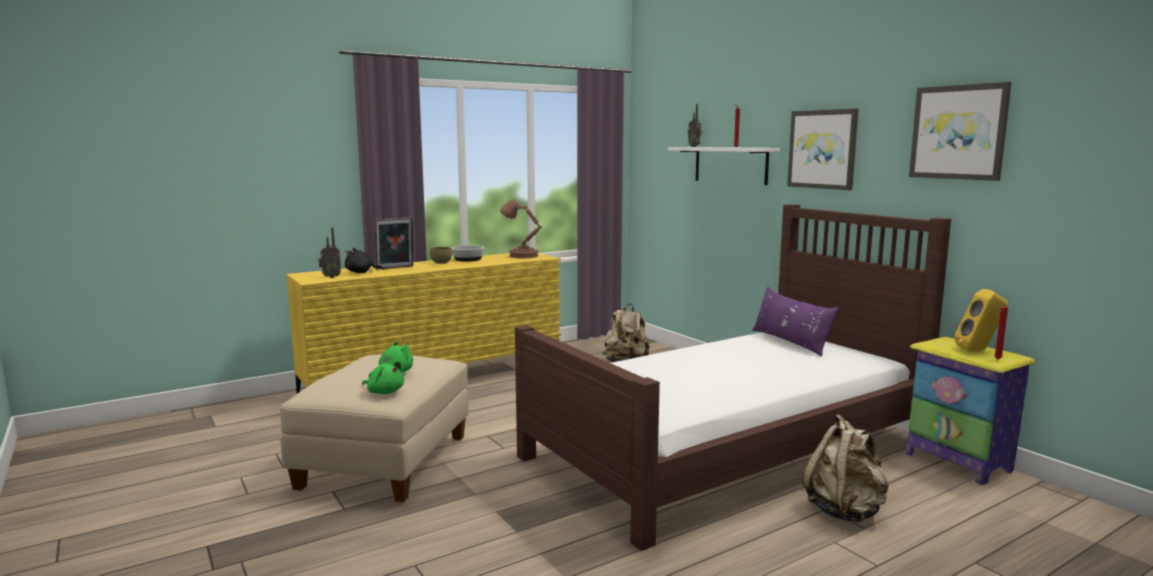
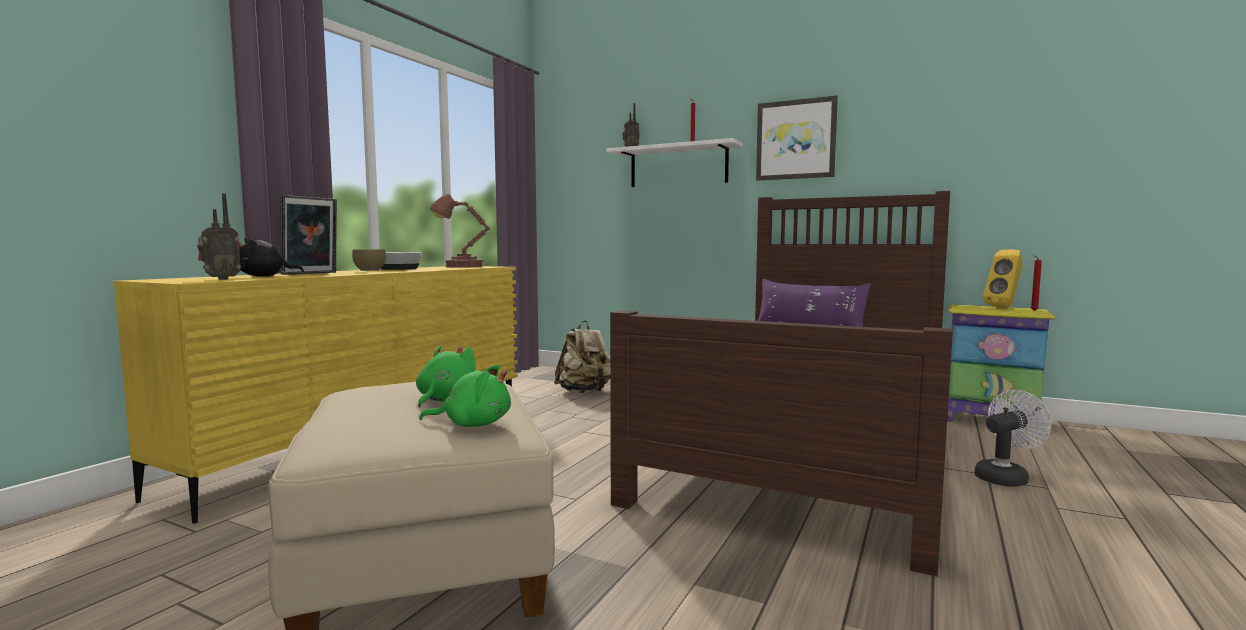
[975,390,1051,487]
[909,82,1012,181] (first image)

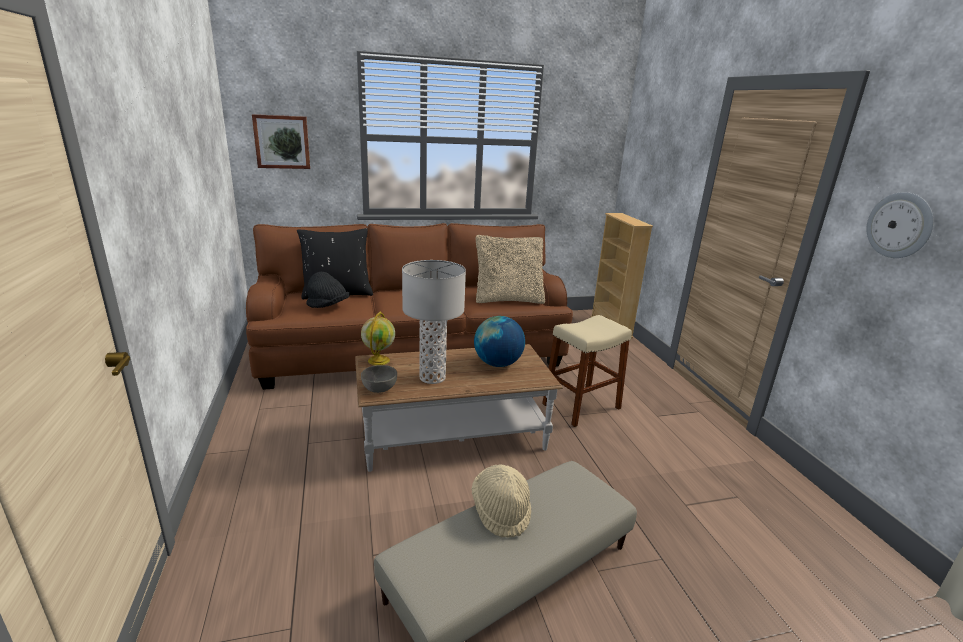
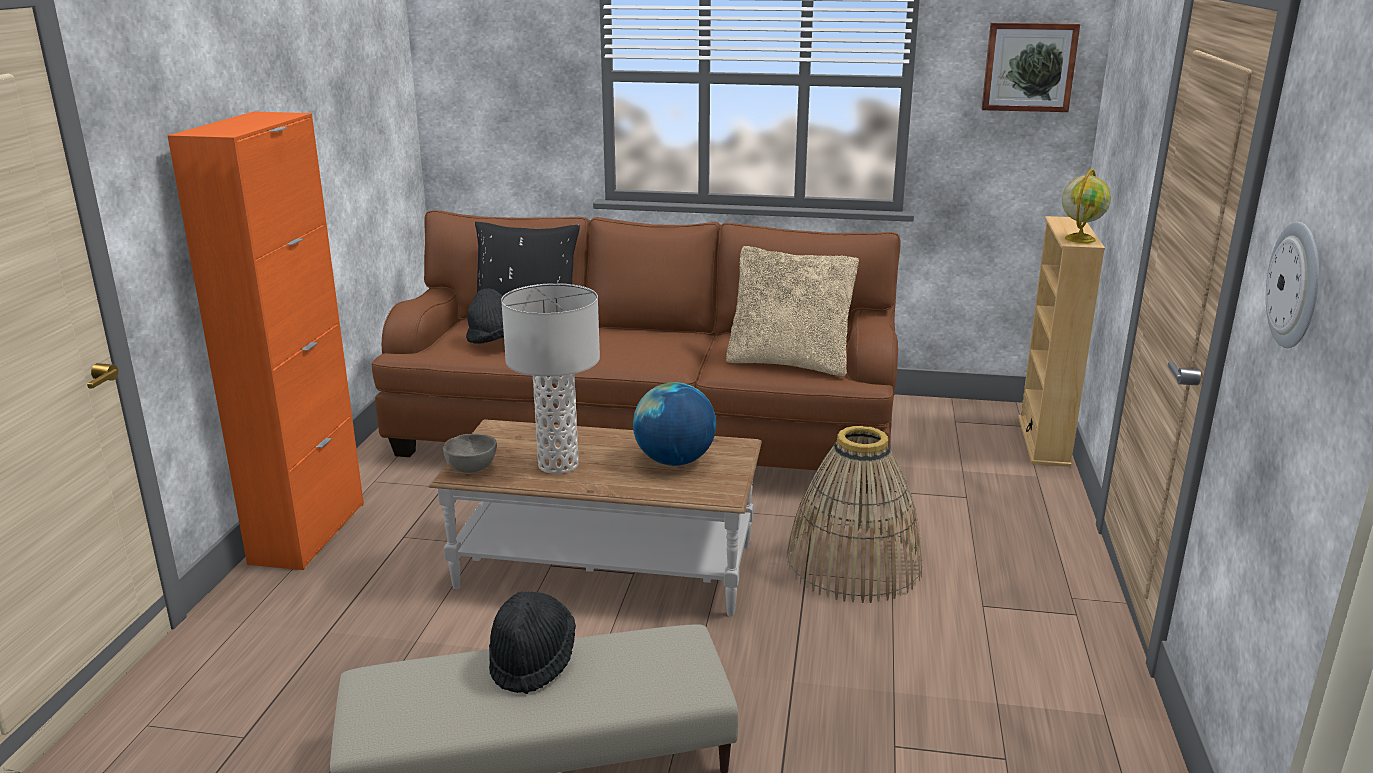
[167,112,364,570]
[489,592,576,694]
[787,426,922,603]
[982,23,1080,112]
[1062,169,1111,243]

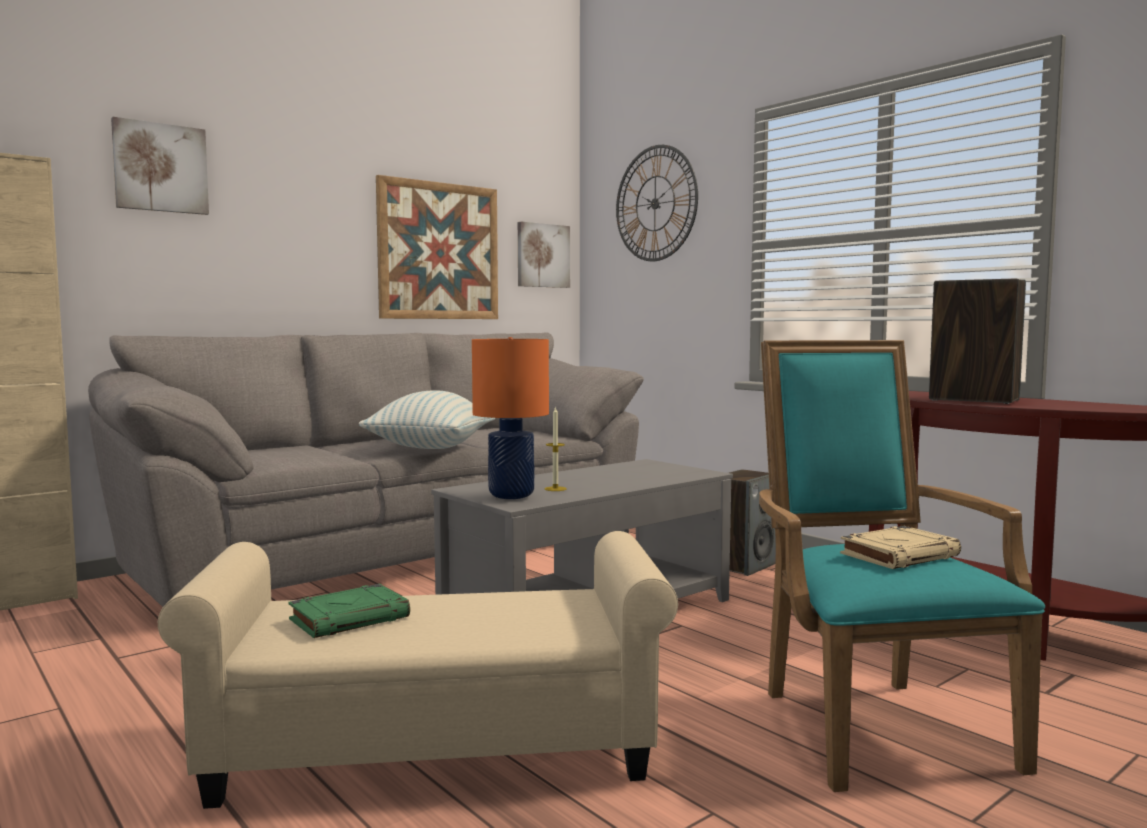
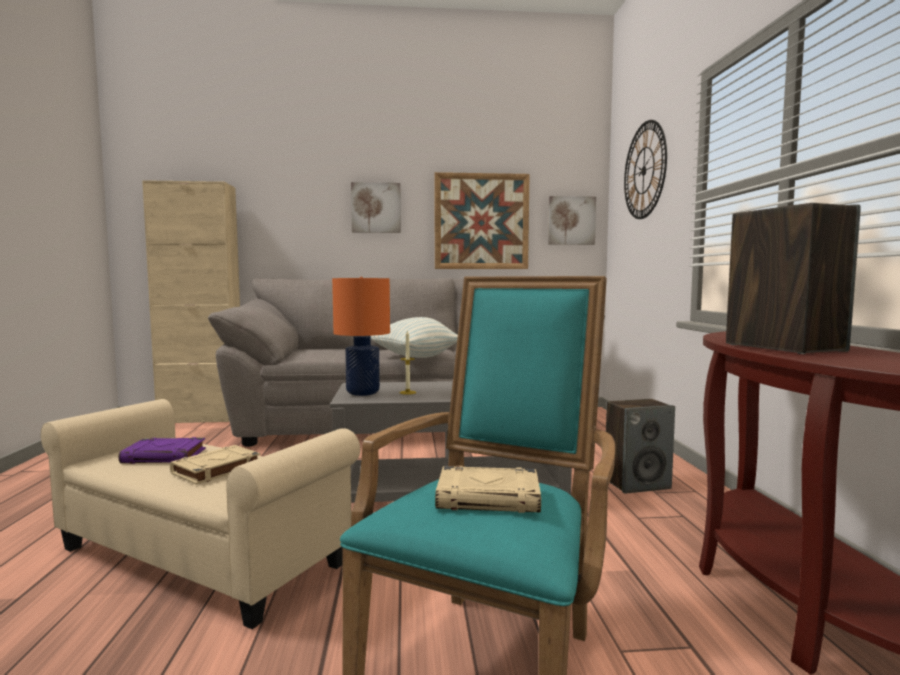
[119,437,206,464]
[170,445,260,485]
[351,182,401,233]

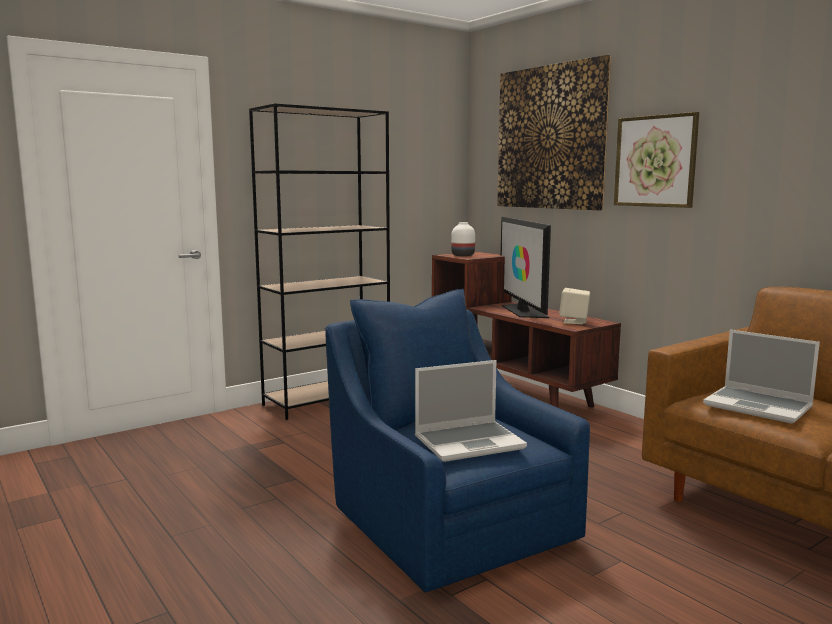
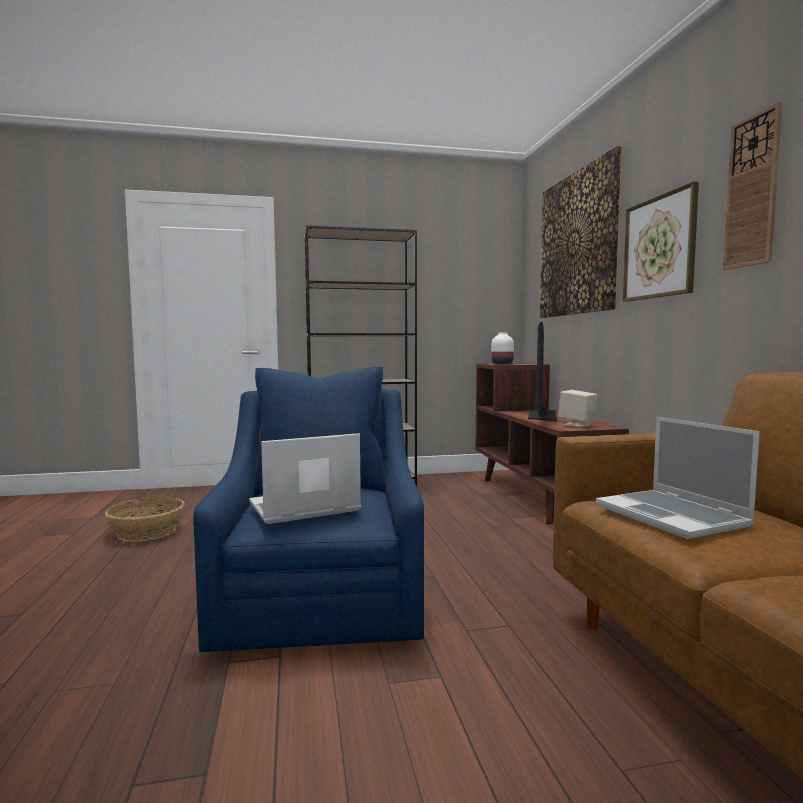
[105,497,185,542]
[249,433,361,524]
[723,102,782,270]

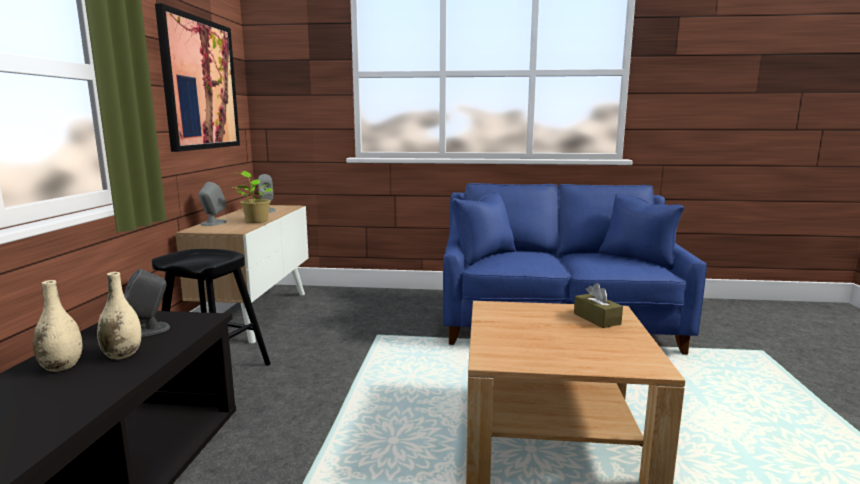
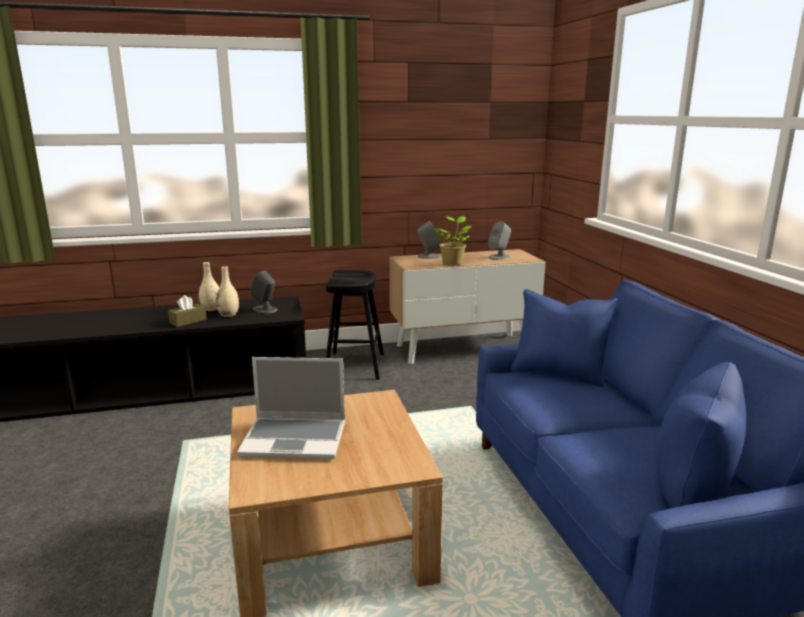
[168,295,207,327]
[237,357,345,460]
[155,3,240,152] (first image)

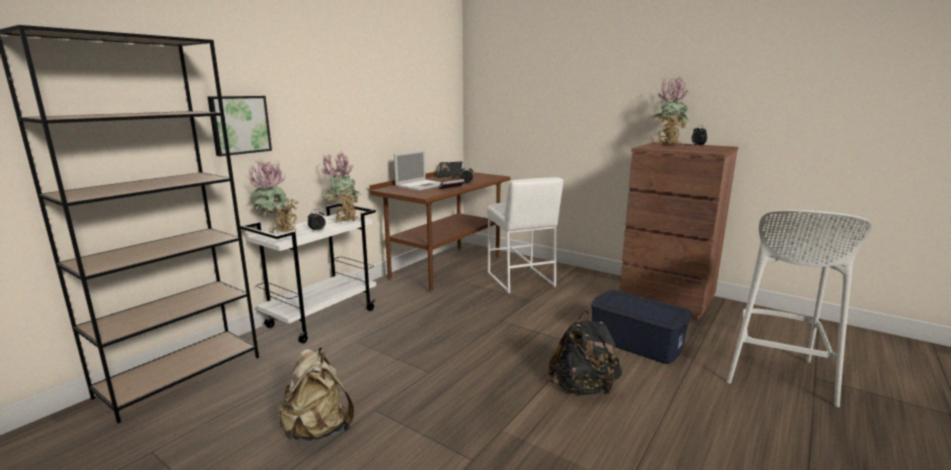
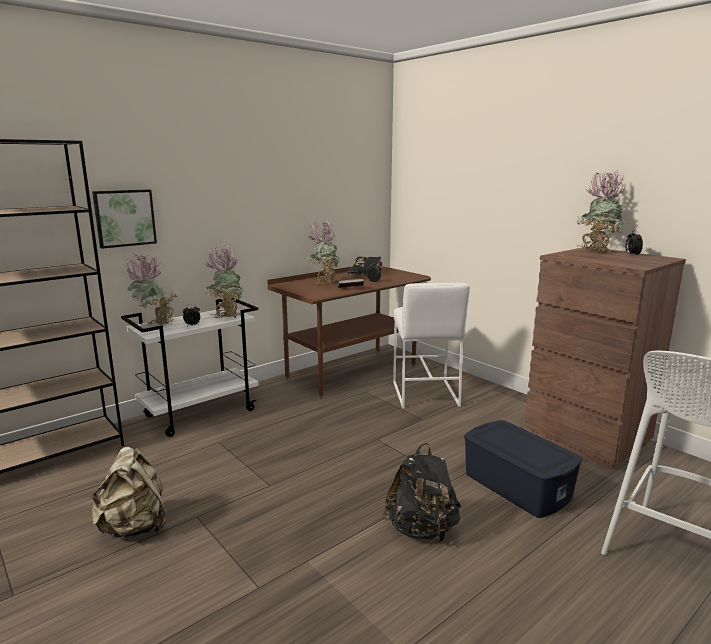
[307,219,341,284]

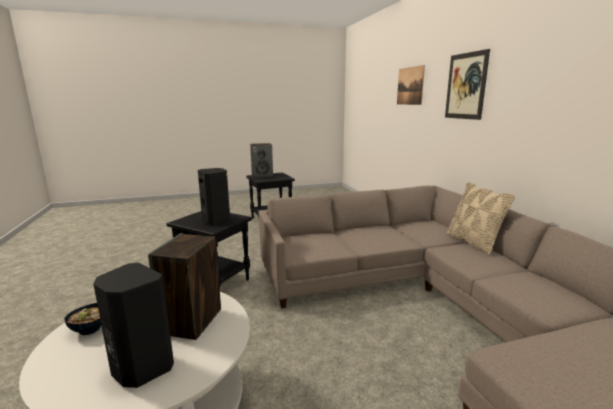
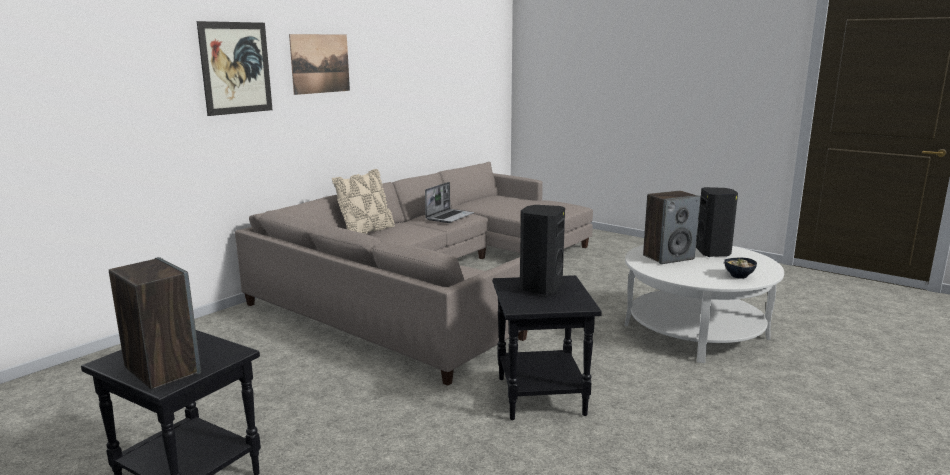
[289,34,350,95]
[425,182,474,223]

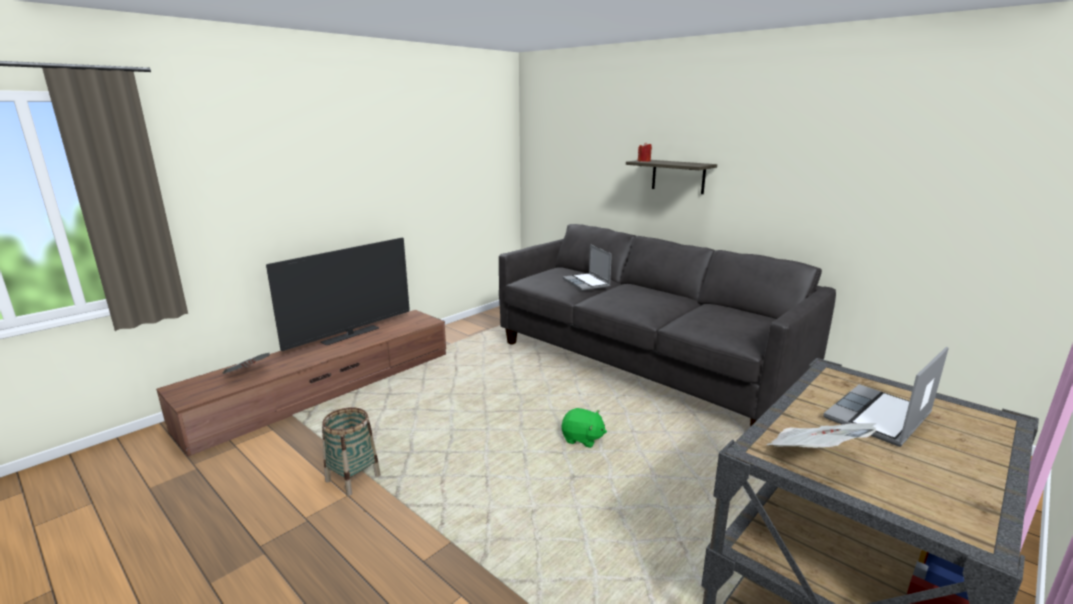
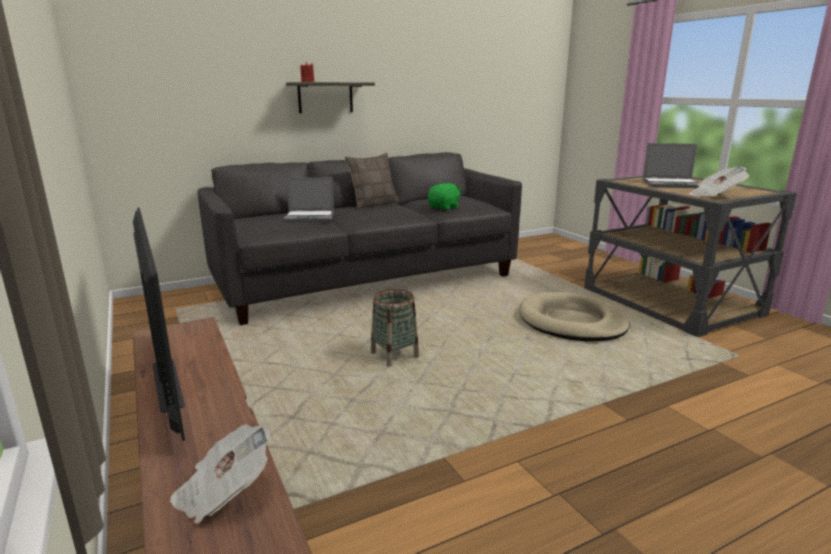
[345,152,399,209]
[371,289,419,367]
[428,183,462,210]
[519,292,630,341]
[642,143,700,188]

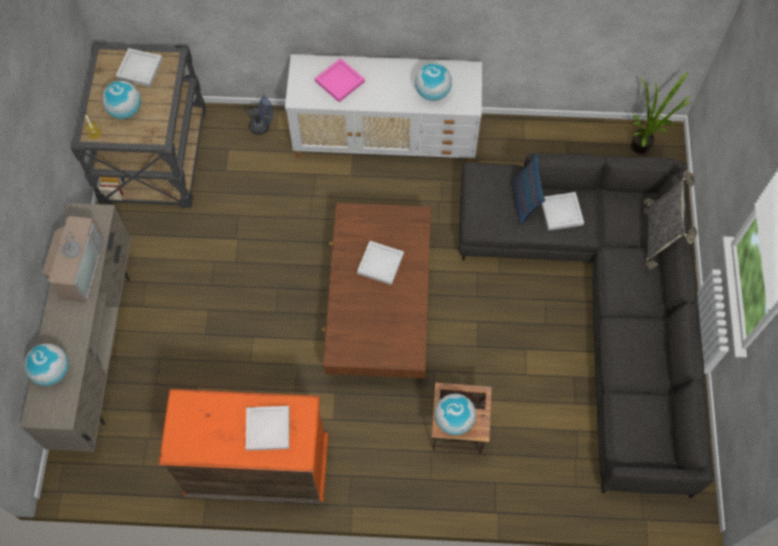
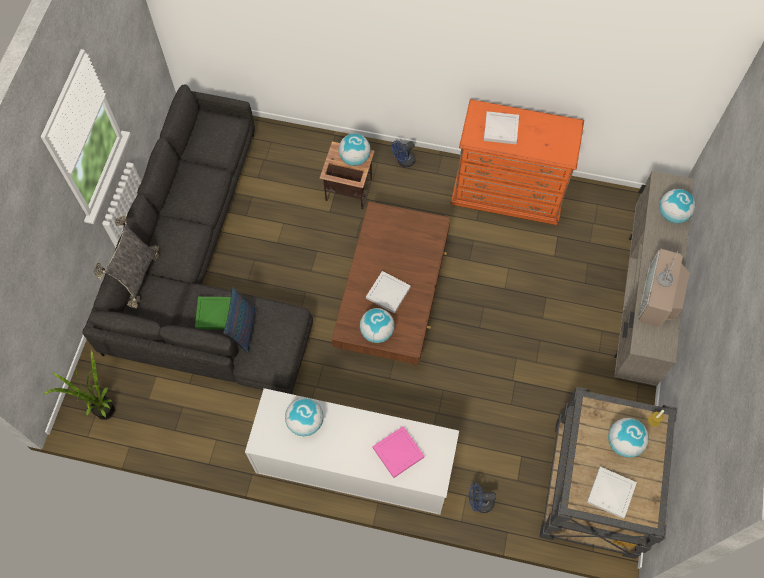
[195,297,231,329]
[360,308,395,343]
[391,141,416,168]

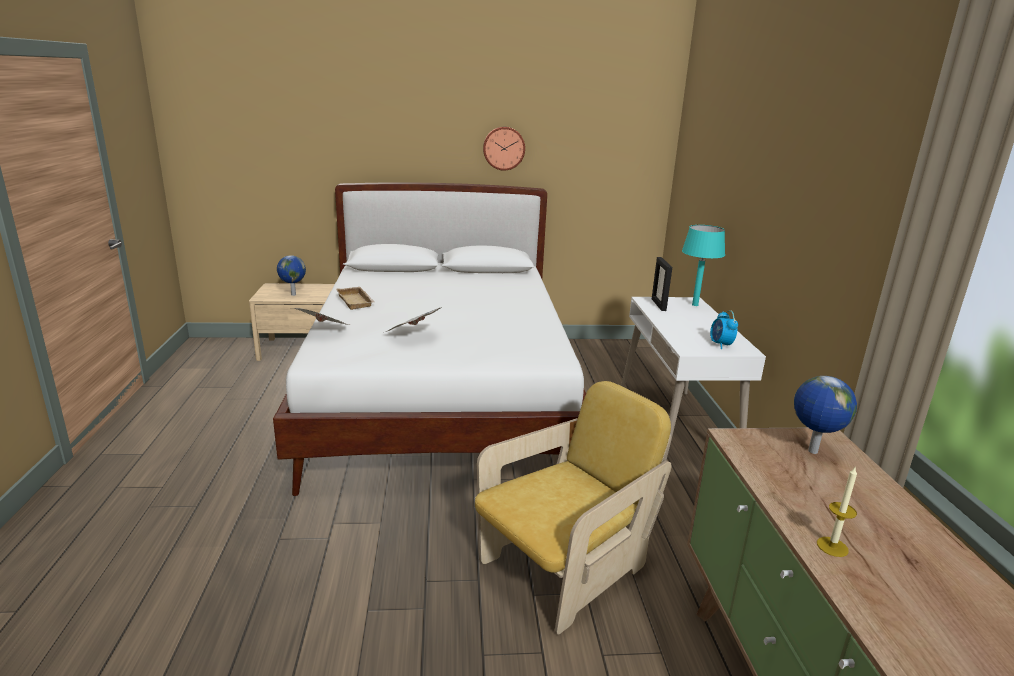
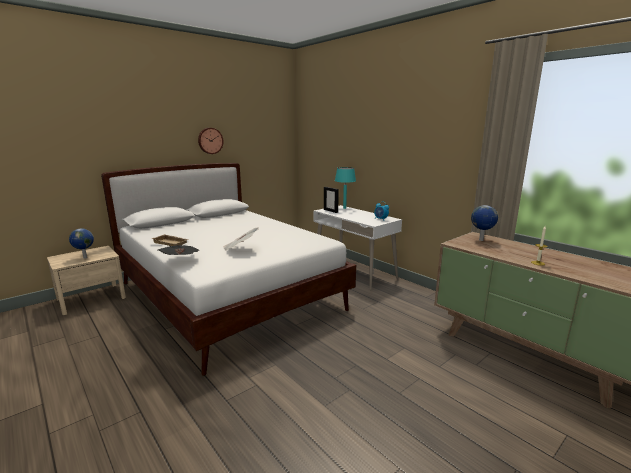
[475,381,672,635] (first image)

